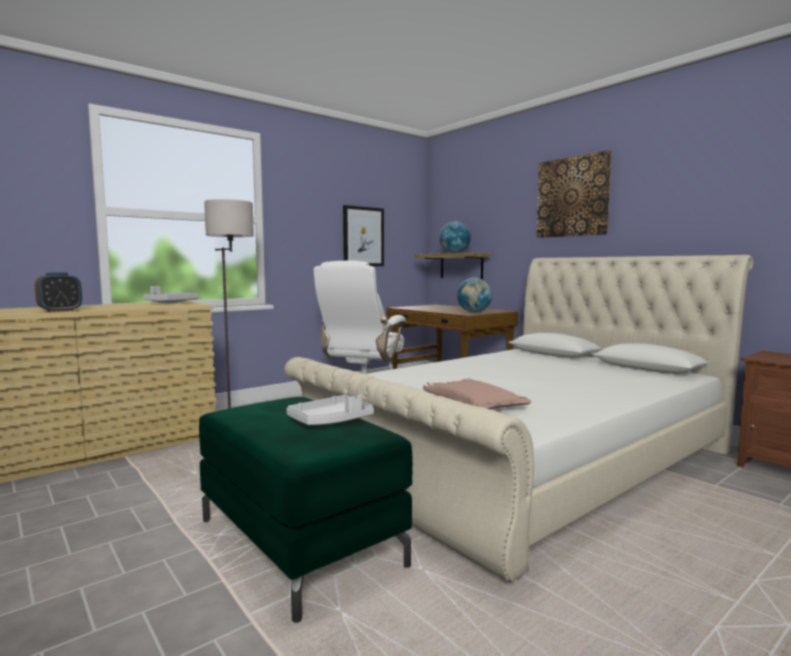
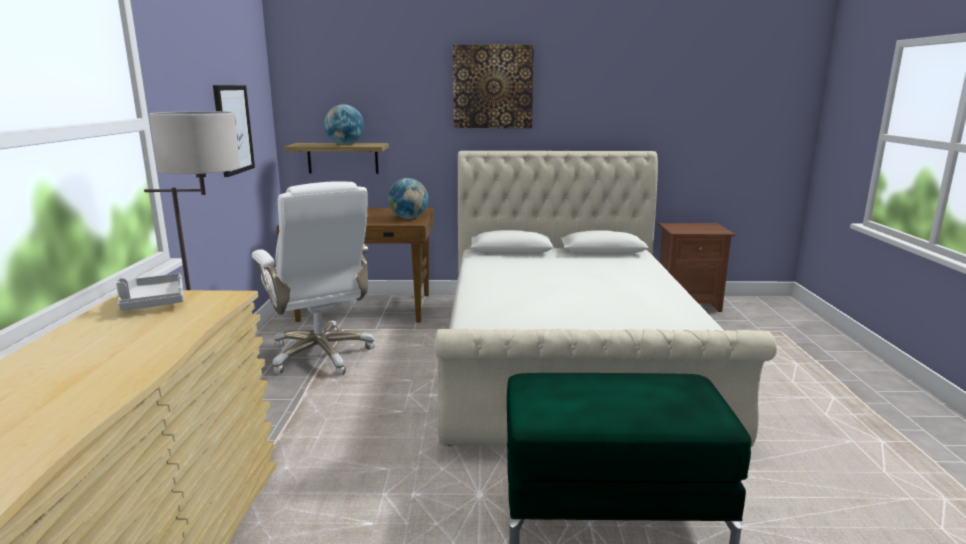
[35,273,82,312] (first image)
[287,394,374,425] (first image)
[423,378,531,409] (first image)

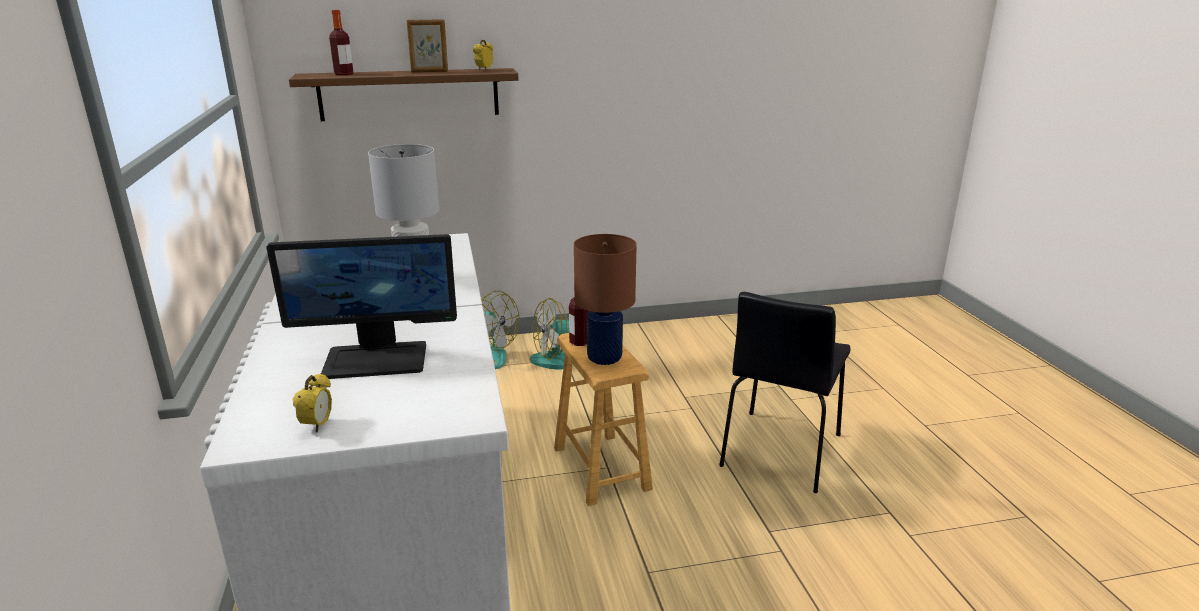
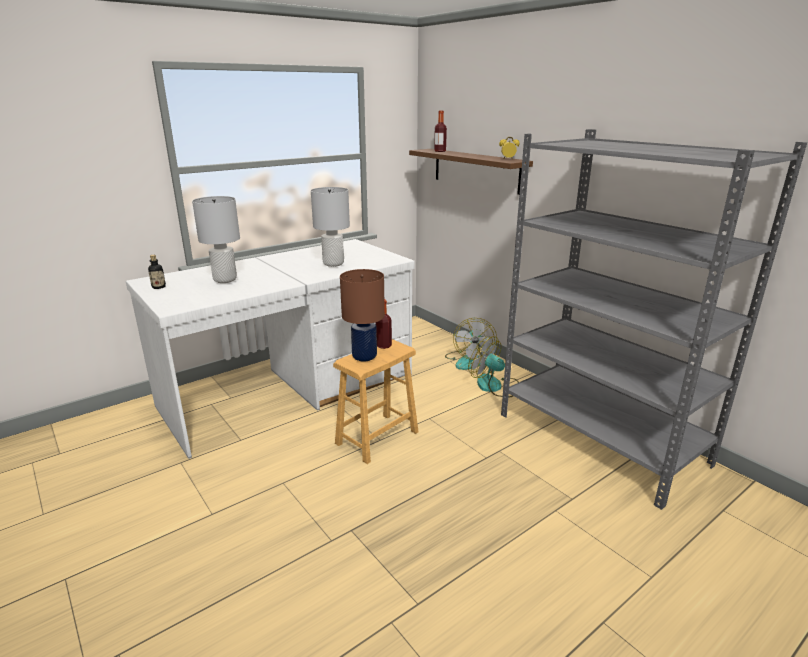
[148,255,166,289]
[192,196,240,283]
[501,129,807,510]
[406,19,448,72] (first image)
[719,292,851,493] (first image)

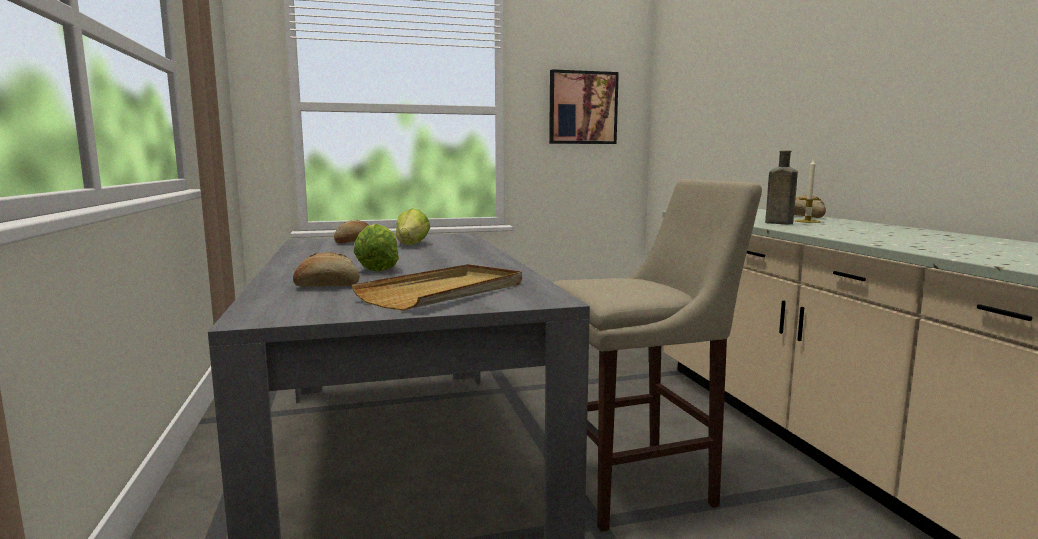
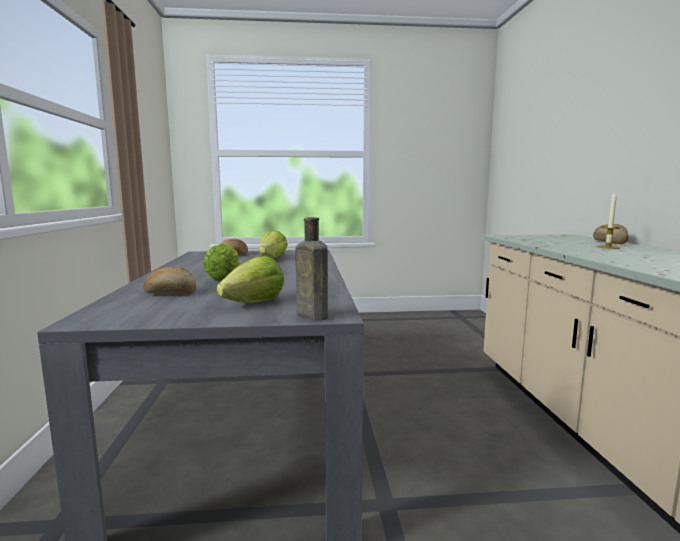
[217,256,284,303]
[295,217,328,321]
[549,69,619,144] (first image)
[553,179,762,532] (first image)

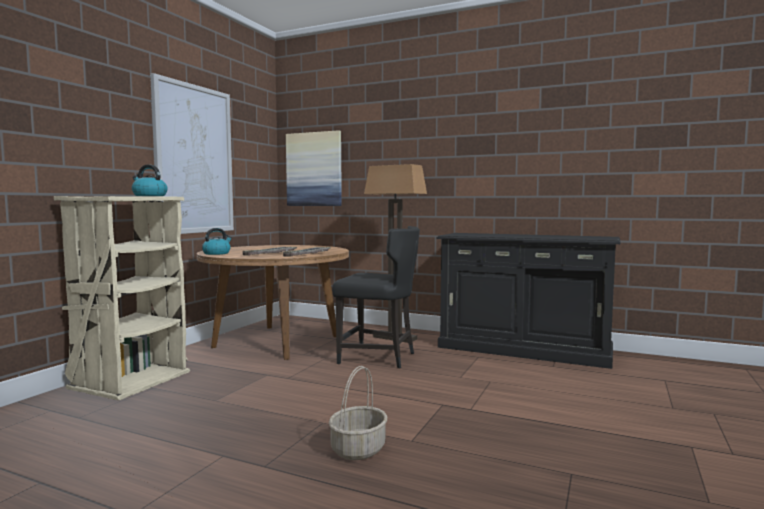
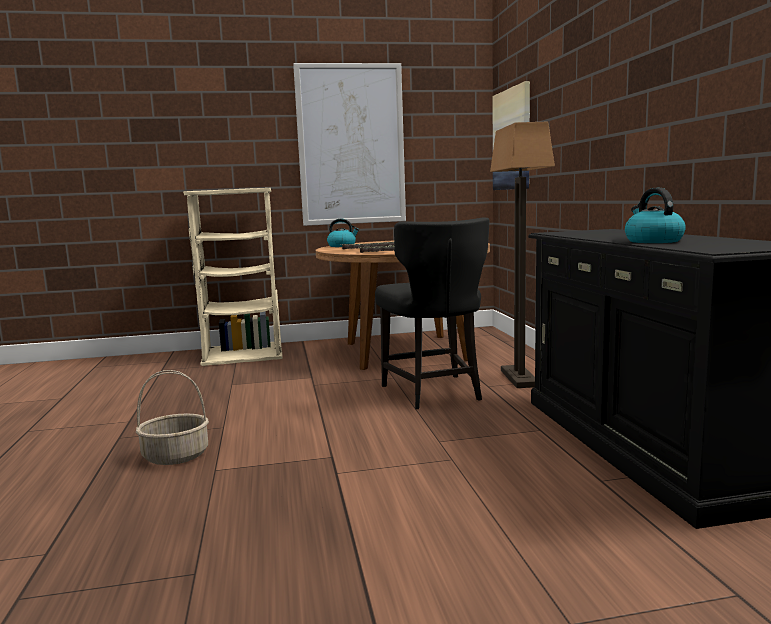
[625,188,686,243]

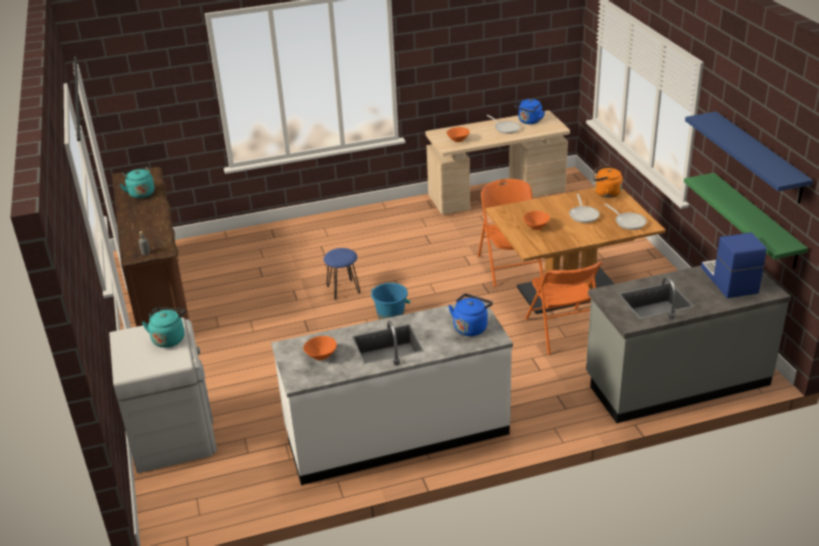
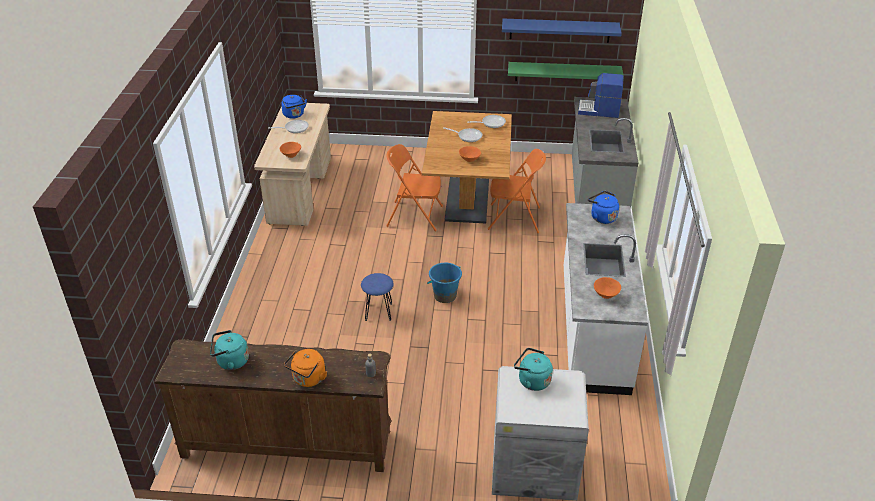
[284,349,327,387]

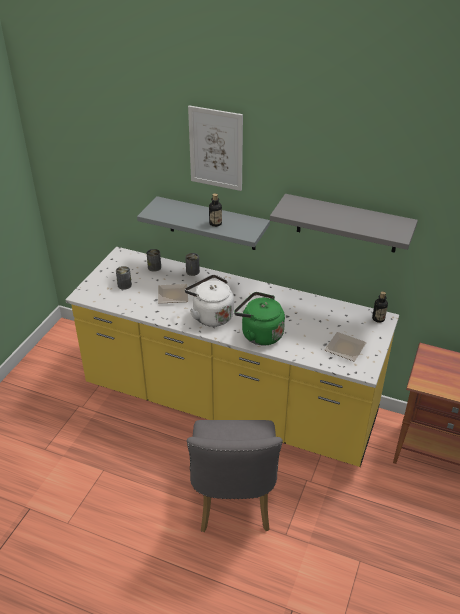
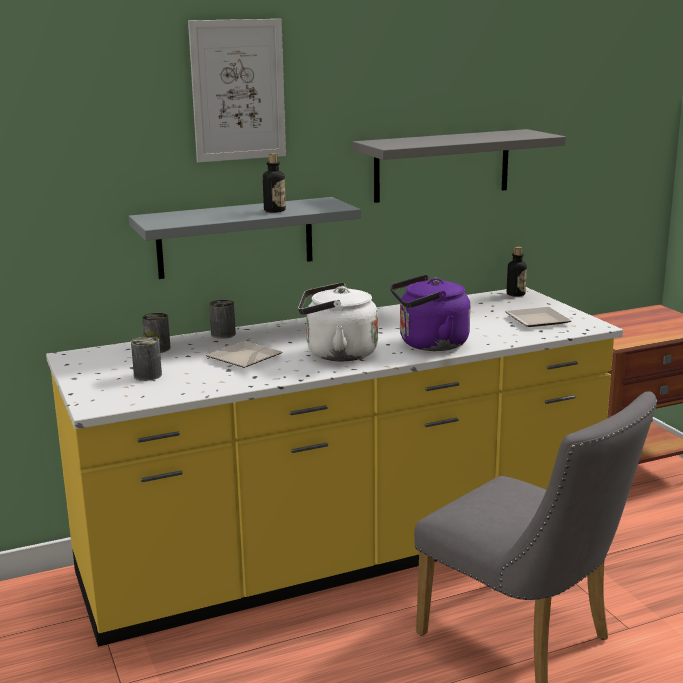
[390,275,470,351]

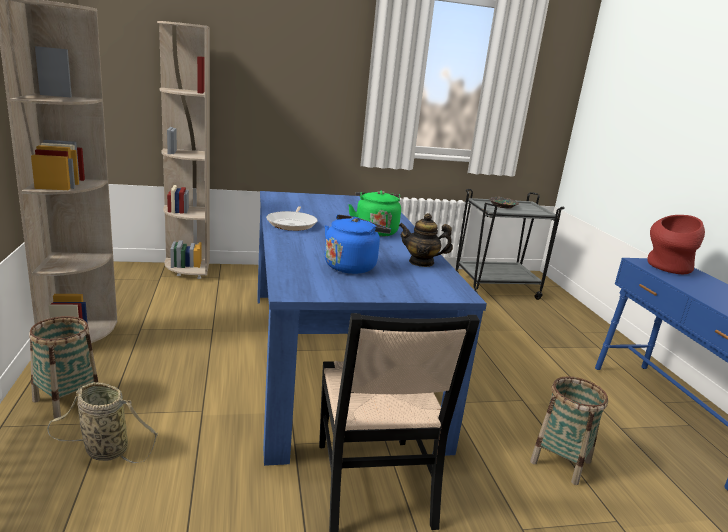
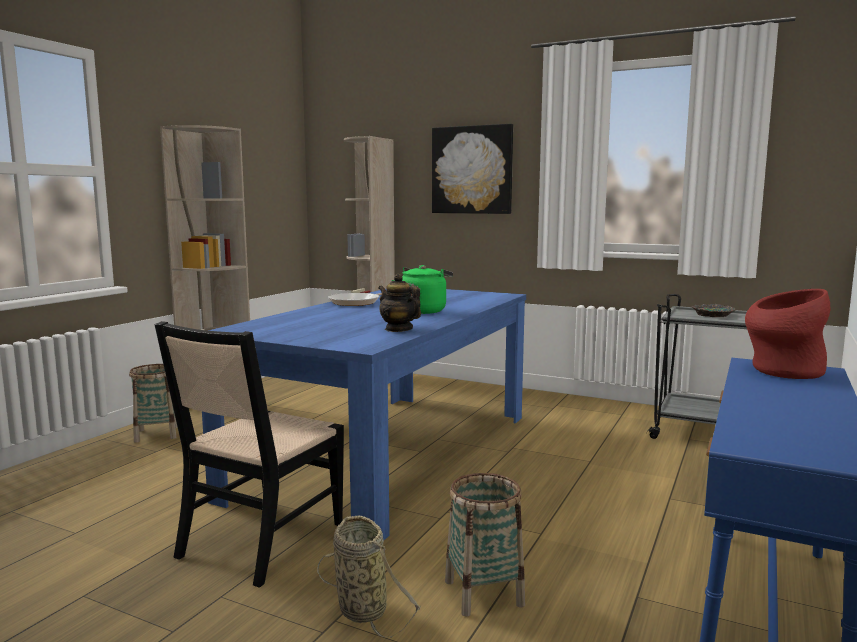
[317,516,421,638]
[432,124,513,214]
[325,214,391,274] (first image)

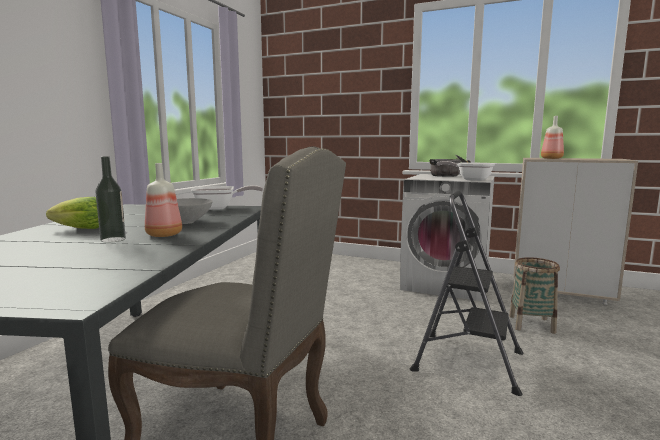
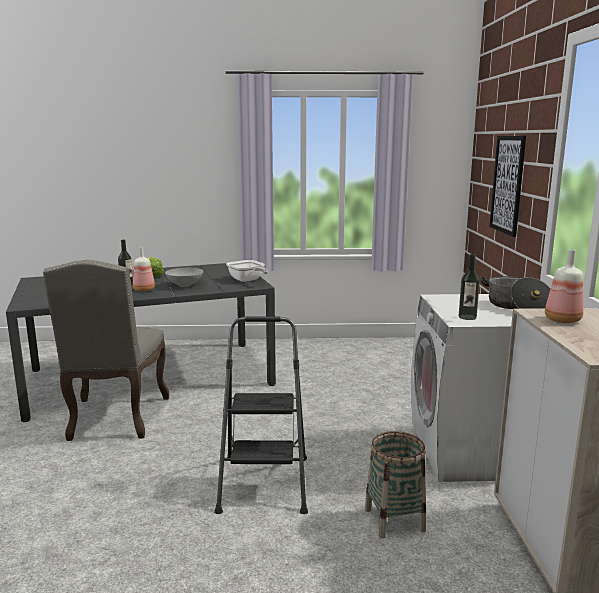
[459,254,480,320]
[489,136,526,237]

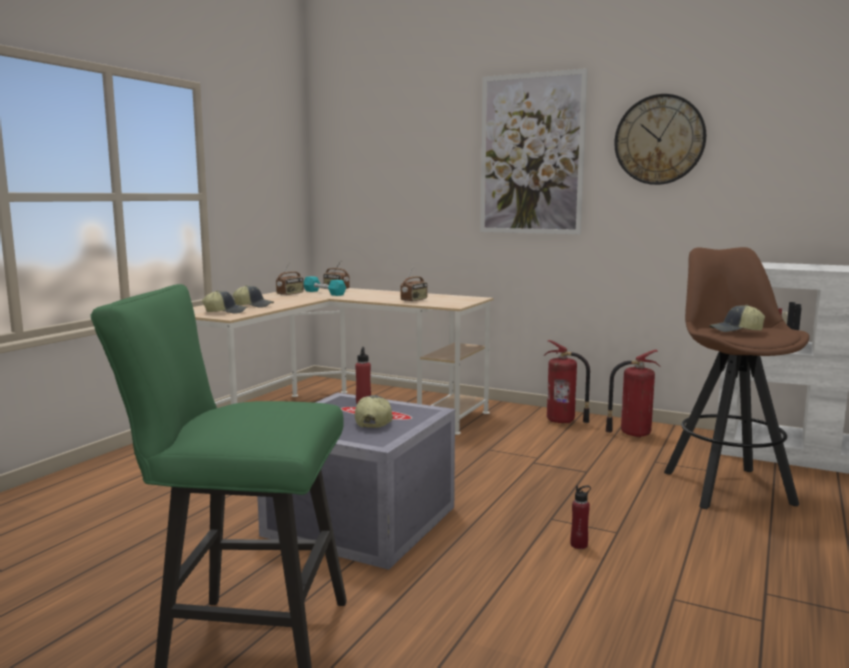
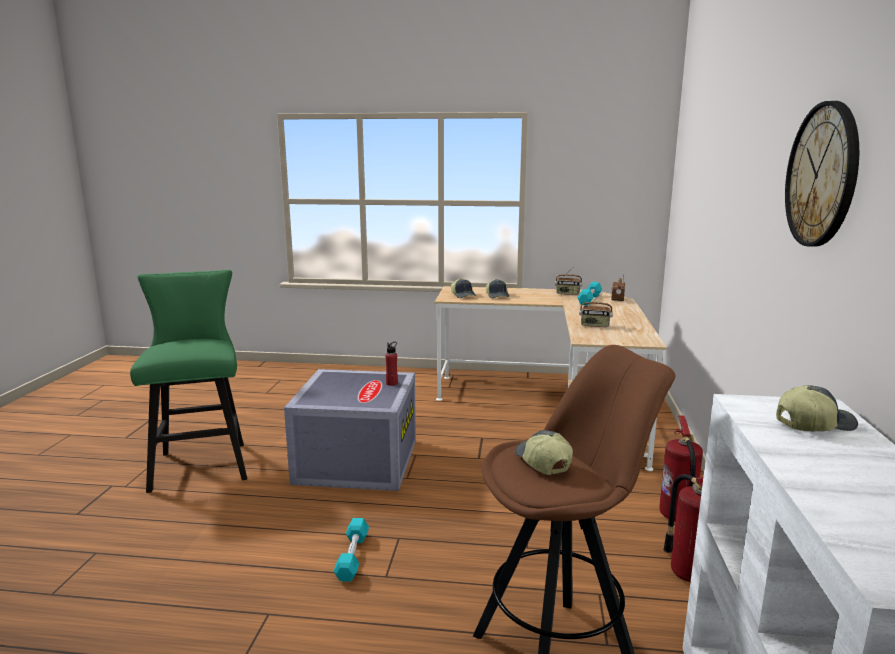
[334,518,369,582]
[776,385,858,431]
[480,68,588,234] (first image)

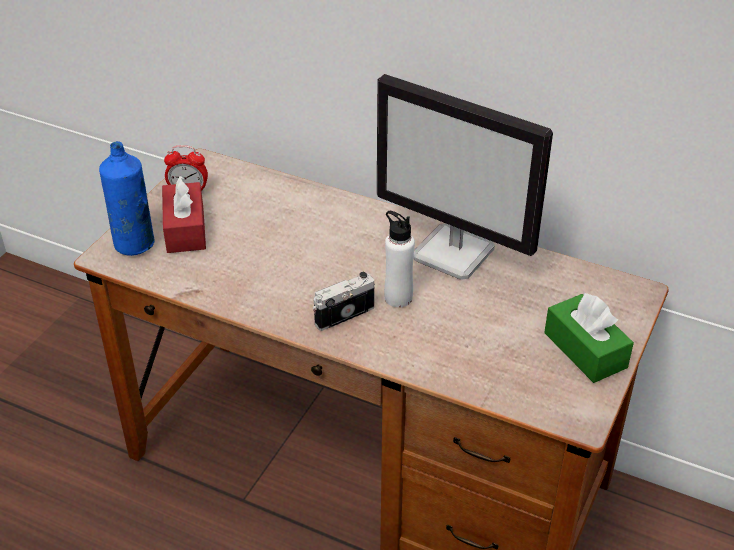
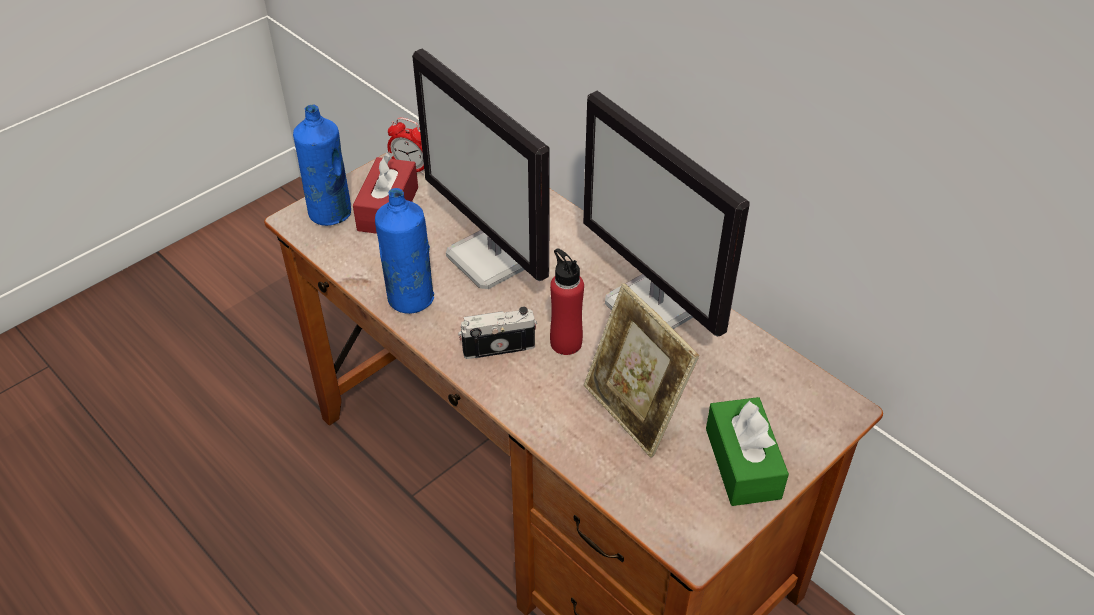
[375,188,434,314]
[412,48,550,289]
[550,248,584,355]
[584,283,699,458]

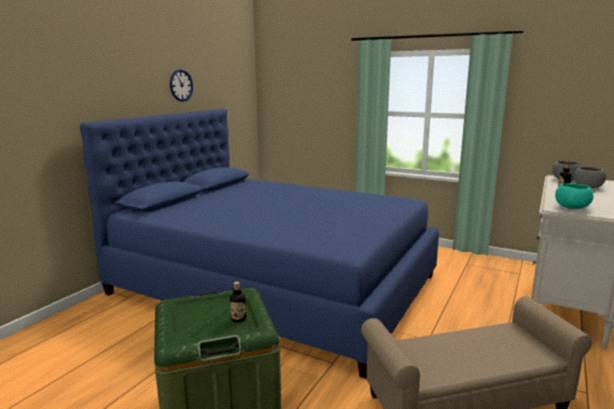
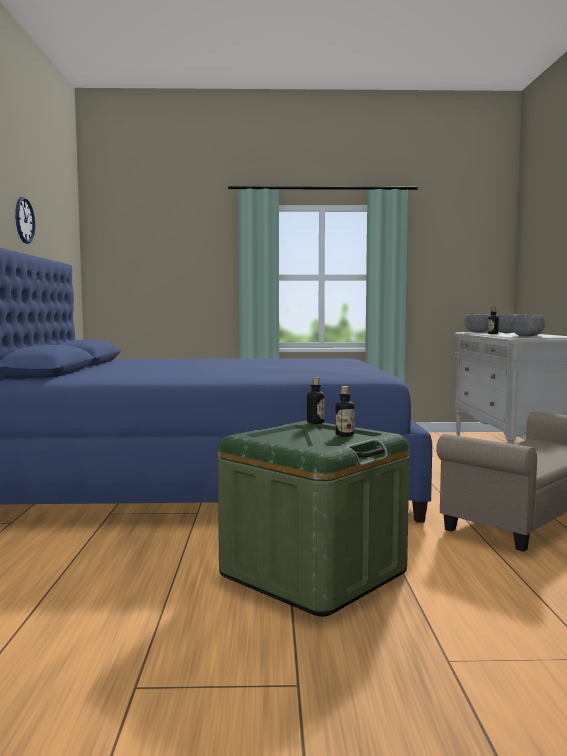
[307,377,325,424]
[511,314,545,337]

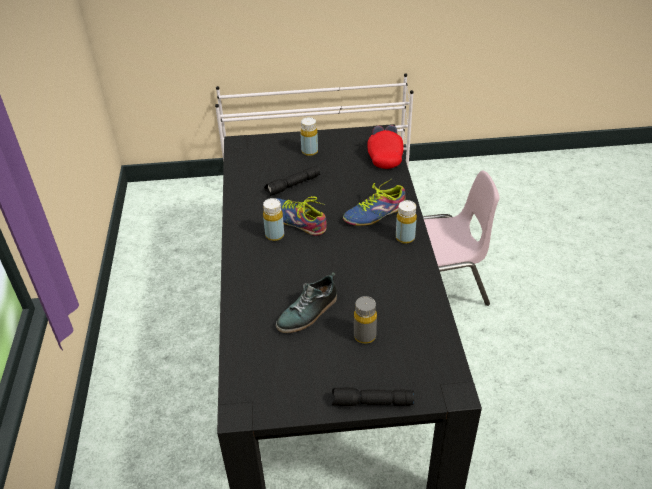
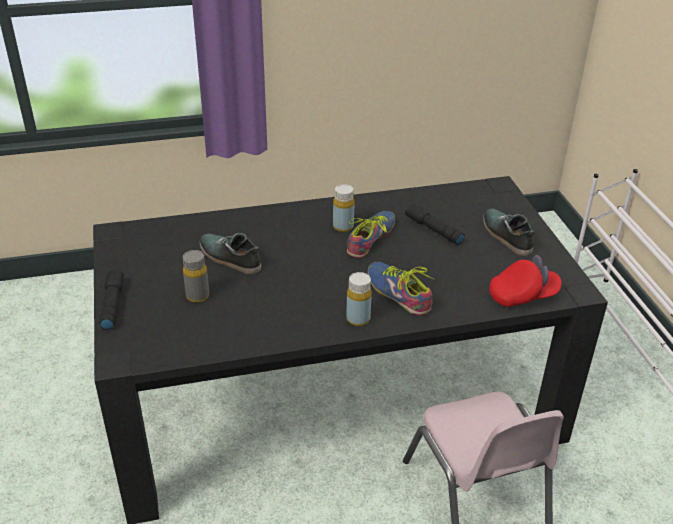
[483,208,534,256]

